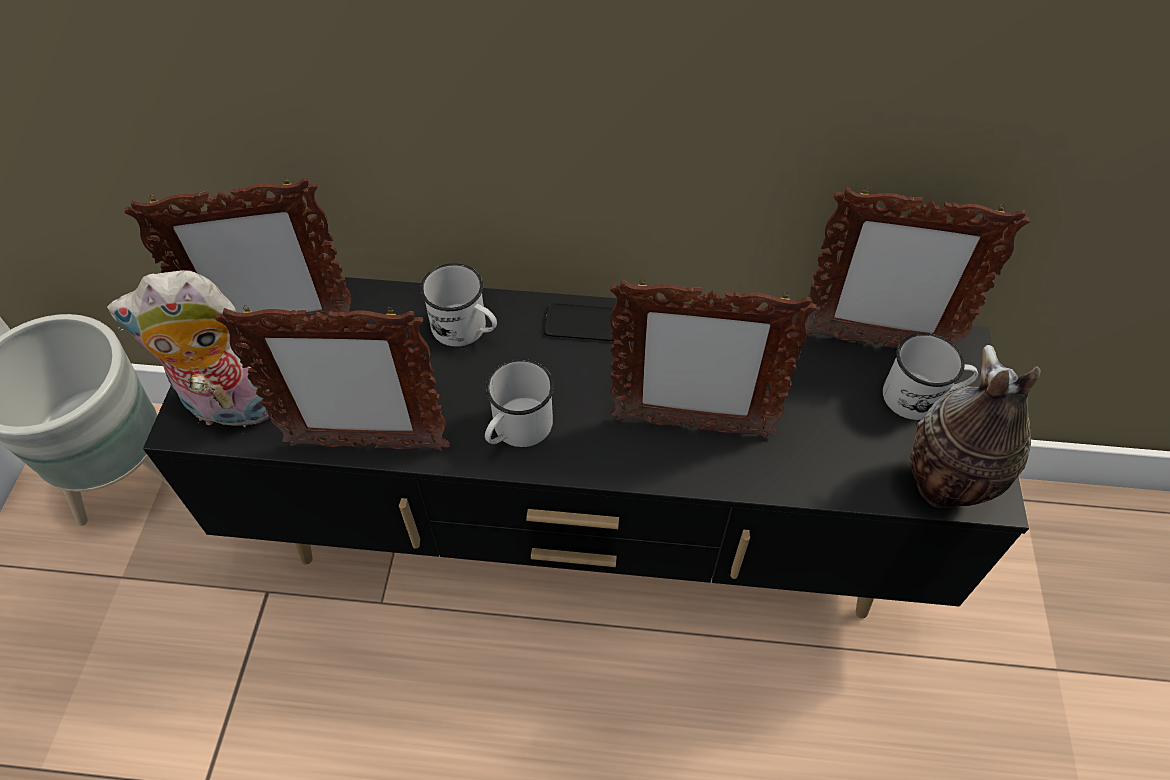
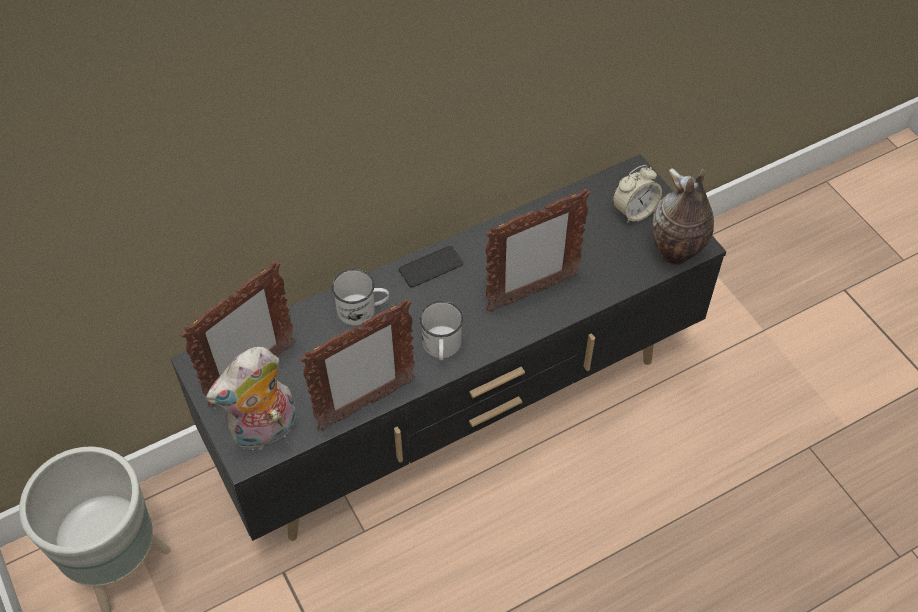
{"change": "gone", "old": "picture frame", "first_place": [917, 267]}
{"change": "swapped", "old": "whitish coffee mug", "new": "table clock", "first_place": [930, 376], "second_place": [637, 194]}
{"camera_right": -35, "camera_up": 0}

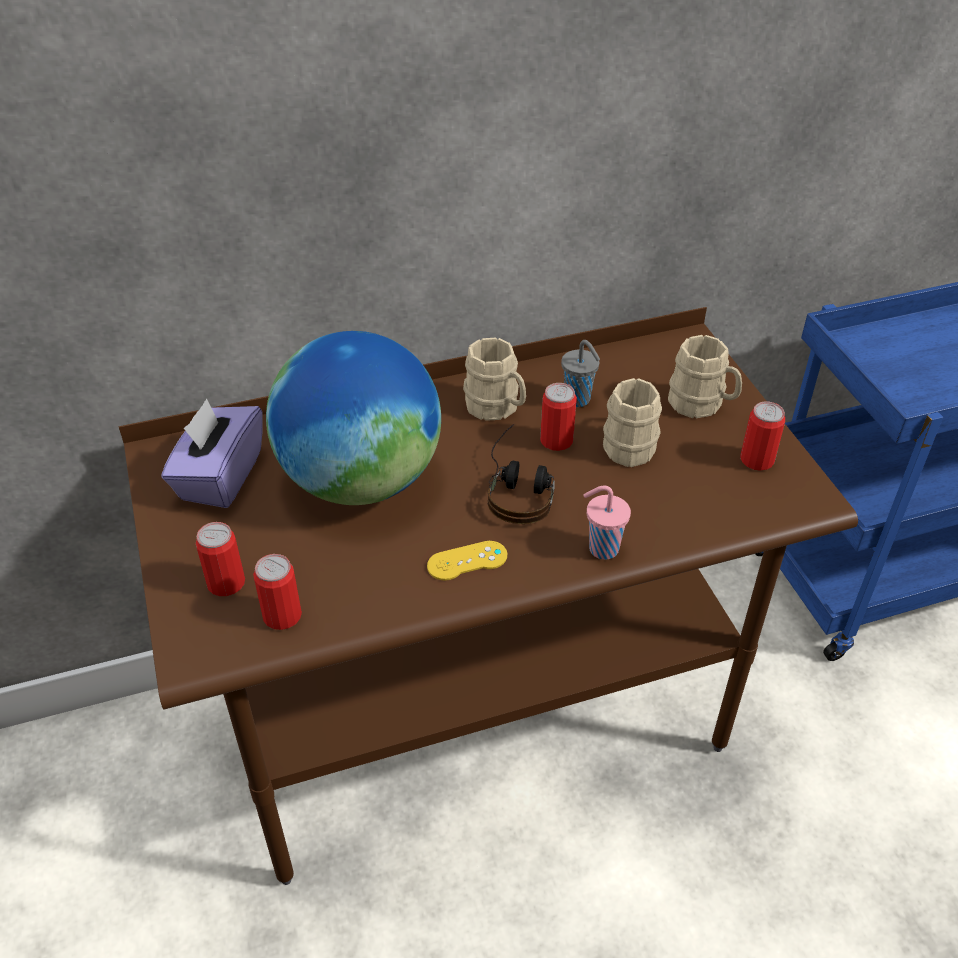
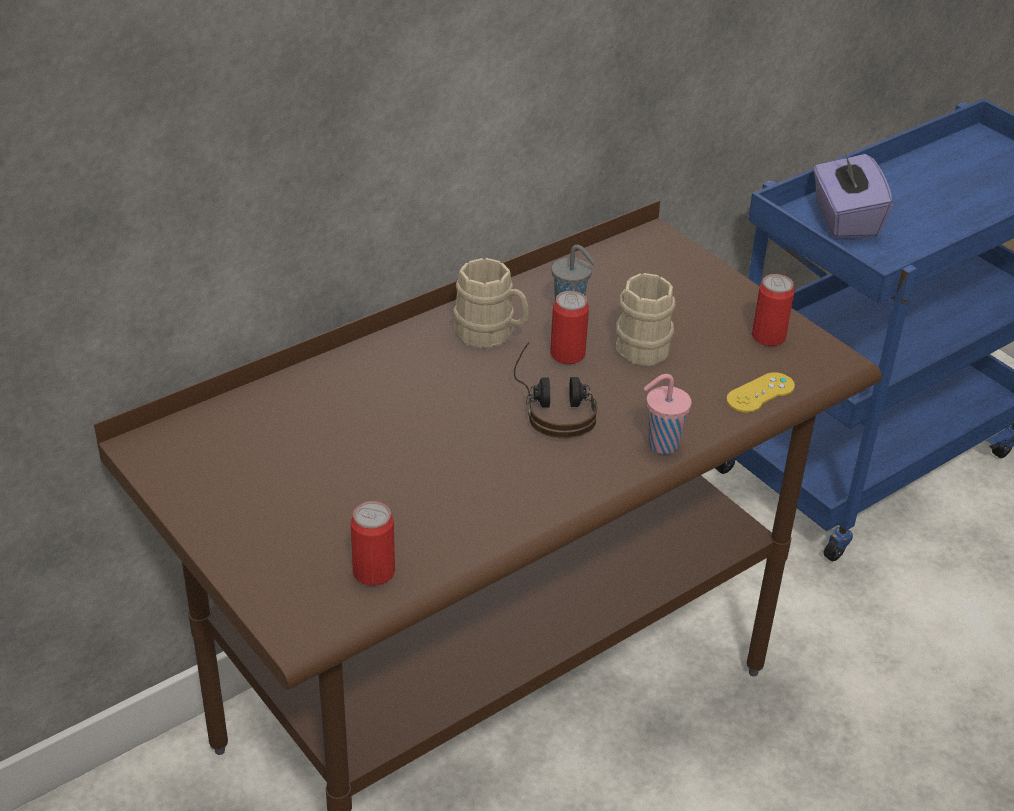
{"change": "shifted", "old": "purplish tissue box", "first_place": [211, 453], "second_place": [853, 193]}
{"change": "gone", "old": "metal can", "first_place": [220, 559]}
{"change": "gone", "old": "desk globe", "first_place": [353, 418]}
{"change": "shifted", "old": "yellowish gamepad", "first_place": [467, 560], "second_place": [760, 392]}
{"change": "gone", "old": "beige-coloured coffee mug", "first_place": [705, 376]}
{"camera_right": -20, "camera_up": -5}

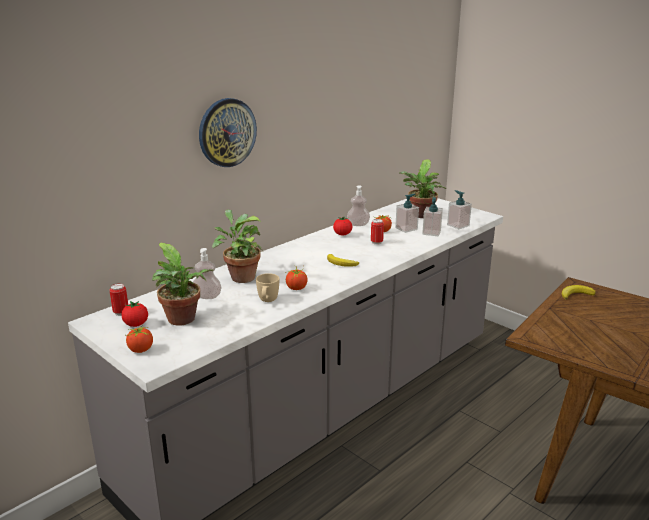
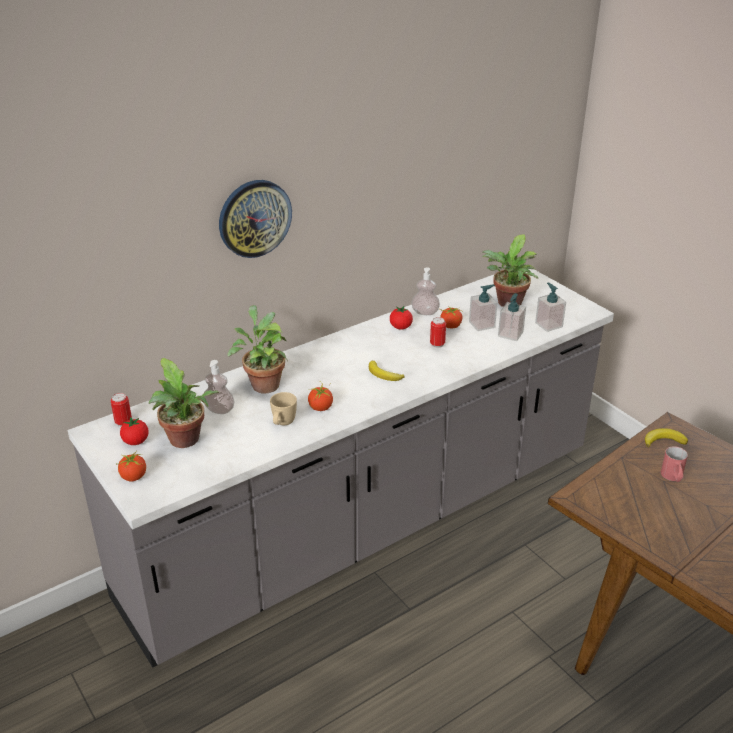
{"change": "new", "new": "reddish coffee mug", "second_place": [674, 464]}
{"camera_right": 10, "camera_up": 10}

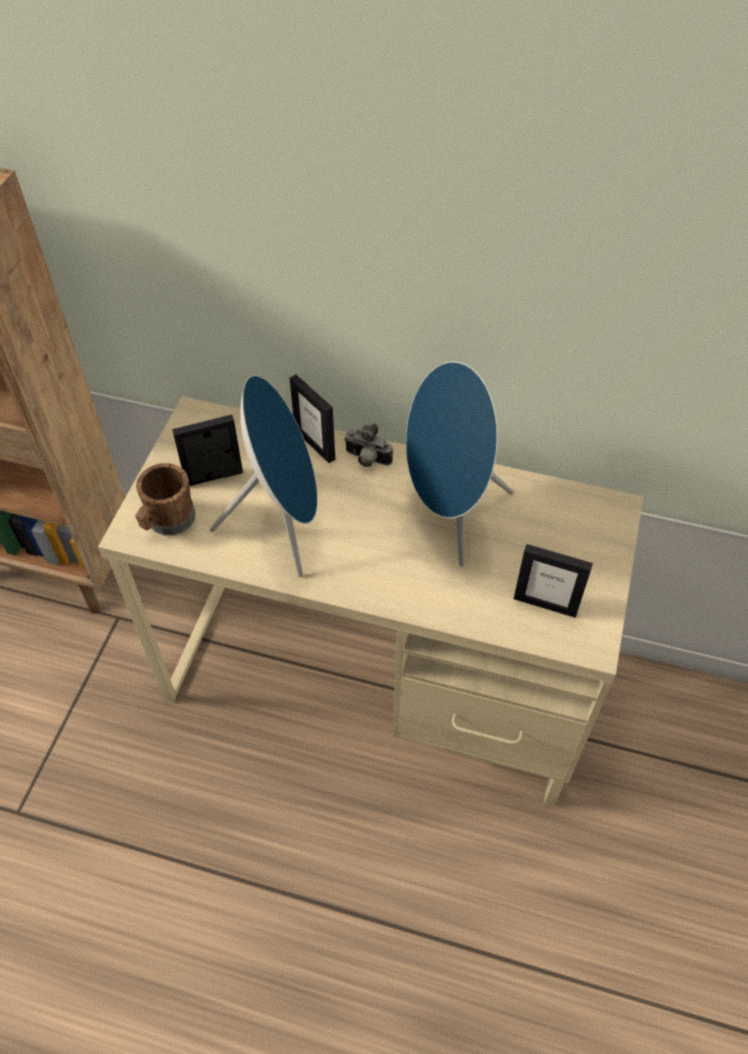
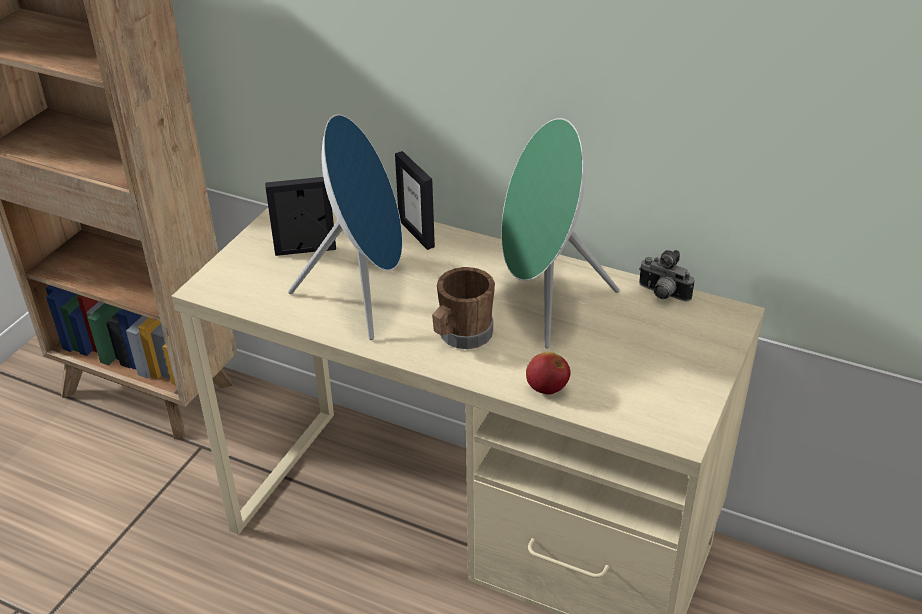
{"change": "shifted", "old": "brown-coloured coffee mug", "first_place": [165, 499], "second_place": [463, 308]}
{"change": "shifted", "old": "photo camera", "first_place": [368, 445], "second_place": [666, 276]}
{"change": "repainted", "old": "blue-coloured speaker", "new": "green speaker", "first_place": [460, 464], "second_place": [560, 233]}
{"change": "gone", "old": "picture frame", "first_place": [553, 581]}
{"change": "new", "new": "apple fruit", "second_place": [548, 373]}
{"camera_right": 10, "camera_up": -15}

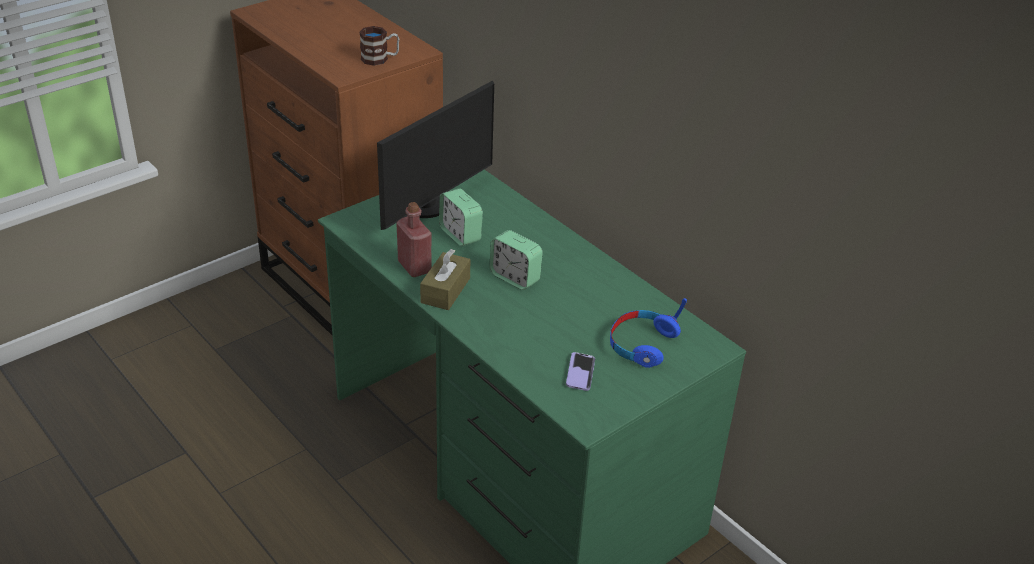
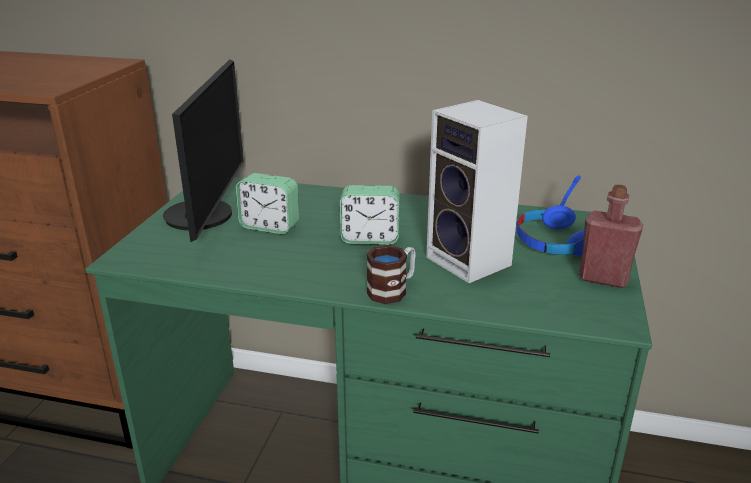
{"change": "shifted", "old": "coffee mug", "first_place": [379, 46], "second_place": [391, 274]}
{"change": "shifted", "old": "reddish beverage bottle", "first_place": [414, 239], "second_place": [611, 236]}
{"change": "gone", "old": "brown-coloured tissue box", "first_place": [445, 279]}
{"change": "gone", "old": "handset", "first_place": [580, 371]}
{"change": "new", "new": "speaker", "second_place": [477, 191]}
{"camera_right": -35, "camera_up": -10}

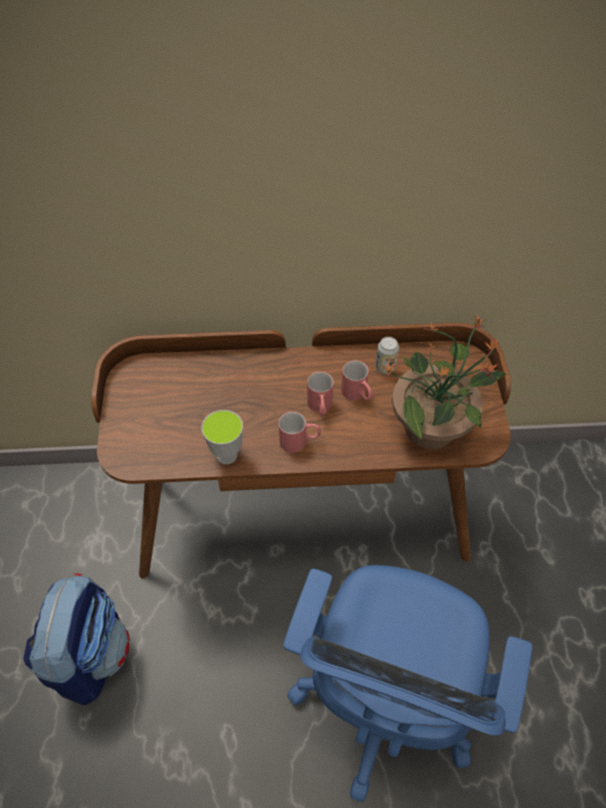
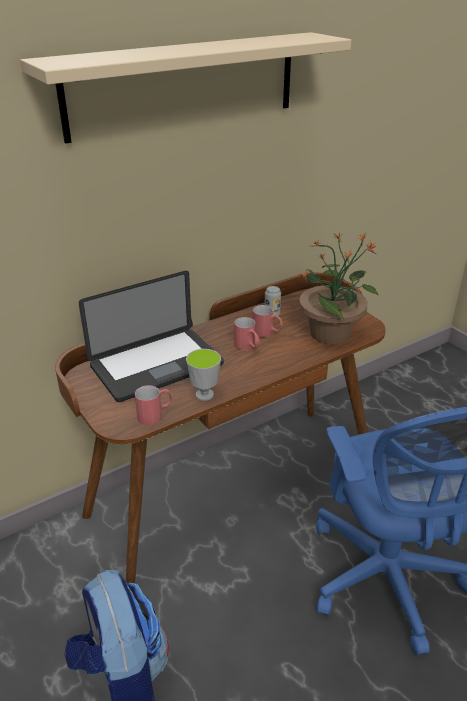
{"change": "shifted", "old": "reddish coffee mug", "first_place": [300, 432], "second_place": [154, 405]}
{"change": "new", "new": "beige-coloured wall shelf", "second_place": [185, 88]}
{"change": "new", "new": "portable computer", "second_place": [151, 336]}
{"camera_right": -30, "camera_up": -20}

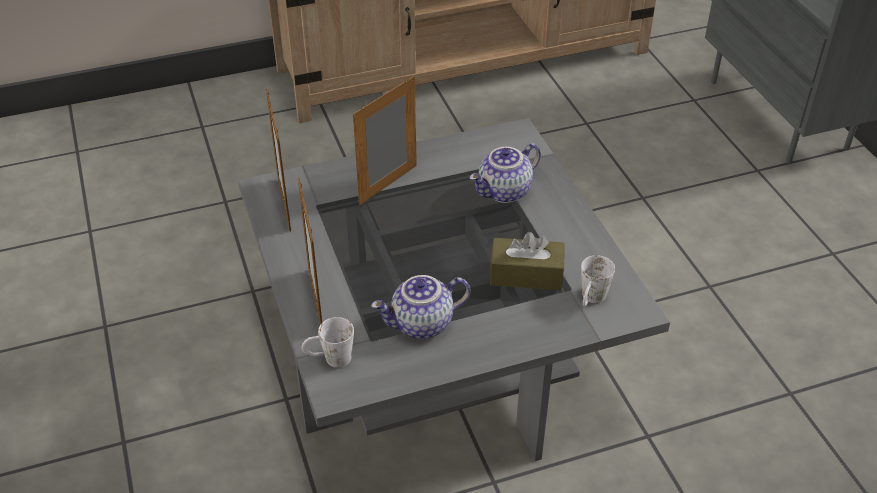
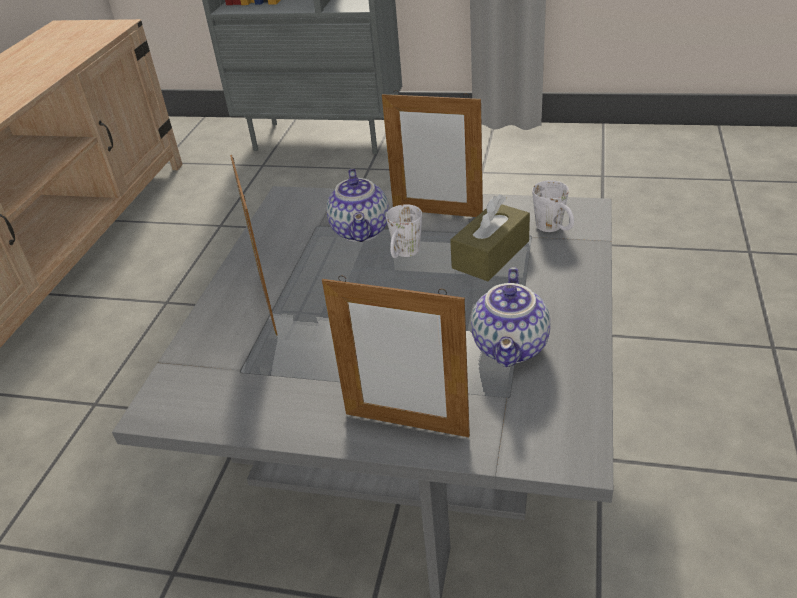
{"change": "shifted", "old": "picture frame", "first_place": [278, 160], "second_place": [432, 153]}
{"change": "shifted", "old": "whitish coffee mug", "first_place": [328, 342], "second_place": [404, 231]}
{"camera_right": -55, "camera_up": -5}

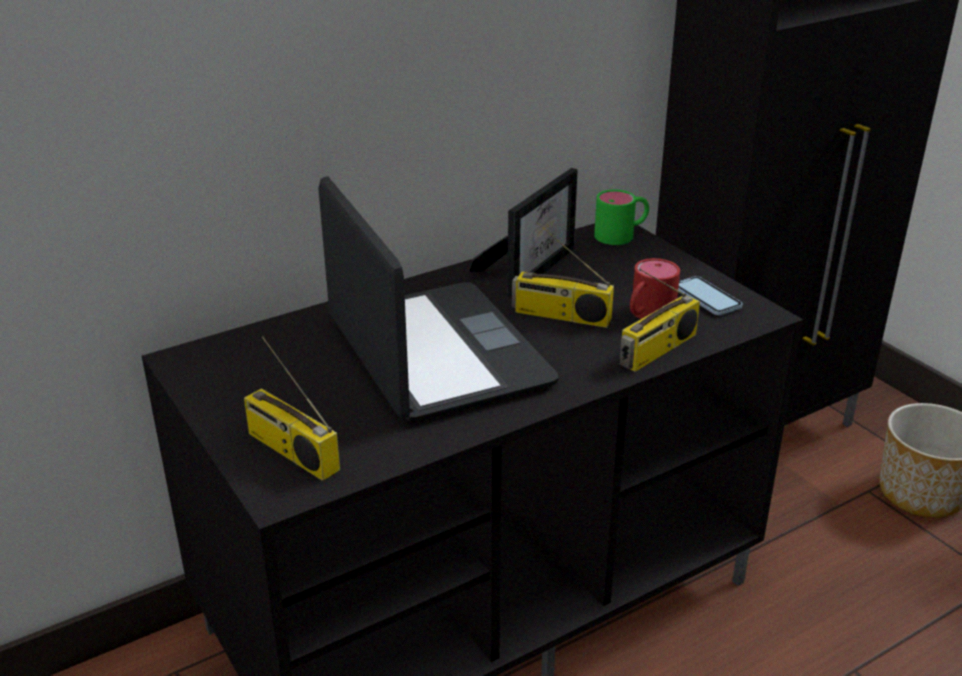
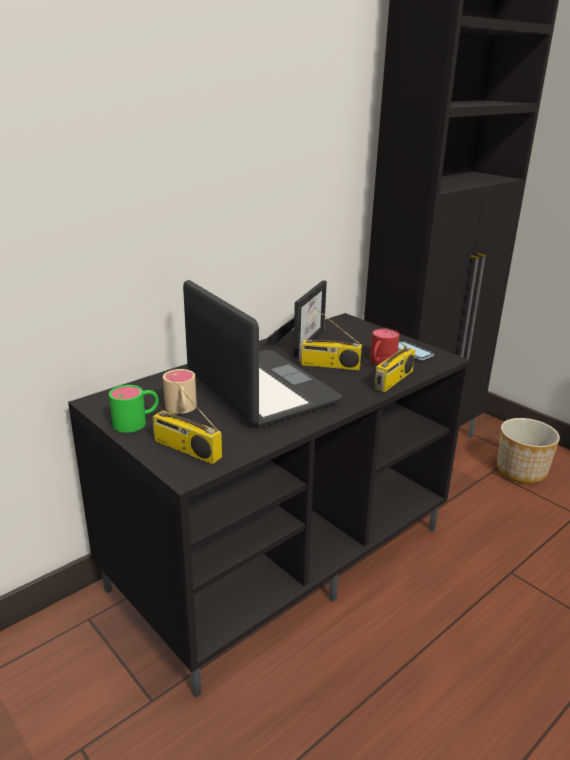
{"change": "shifted", "old": "green coffee mug", "first_place": [621, 217], "second_place": [134, 409]}
{"change": "new", "new": "beige-coloured coffee mug", "second_place": [180, 391]}
{"camera_right": -10, "camera_up": -5}

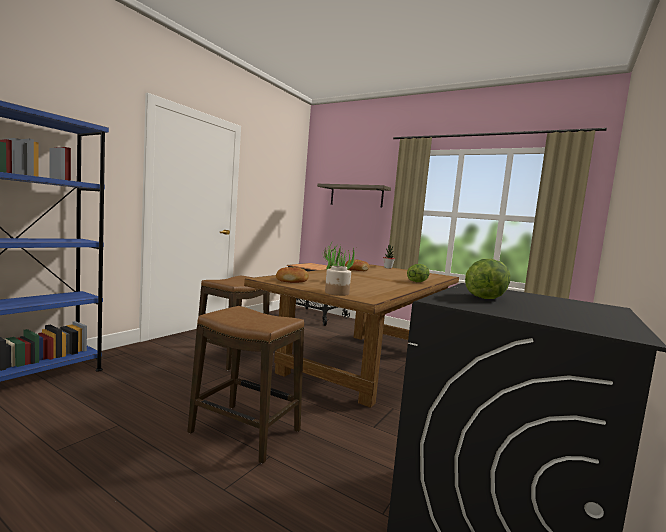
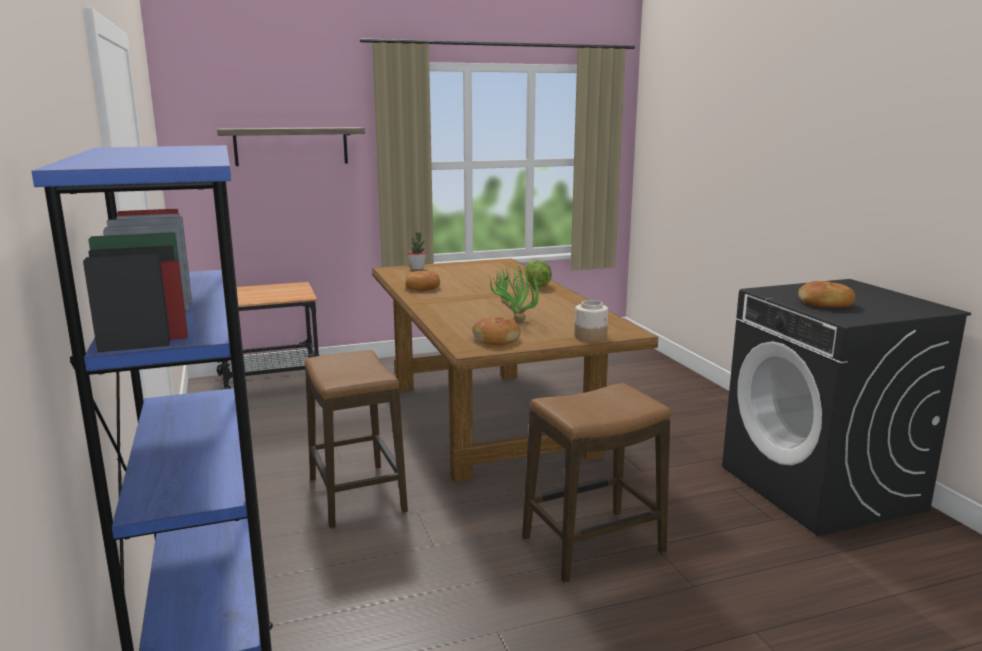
{"change": "swapped", "old": "head of lettuce", "new": "baked bread", "first_place": [488, 279], "second_place": [826, 294]}
{"camera_right": -50, "camera_up": 10}

